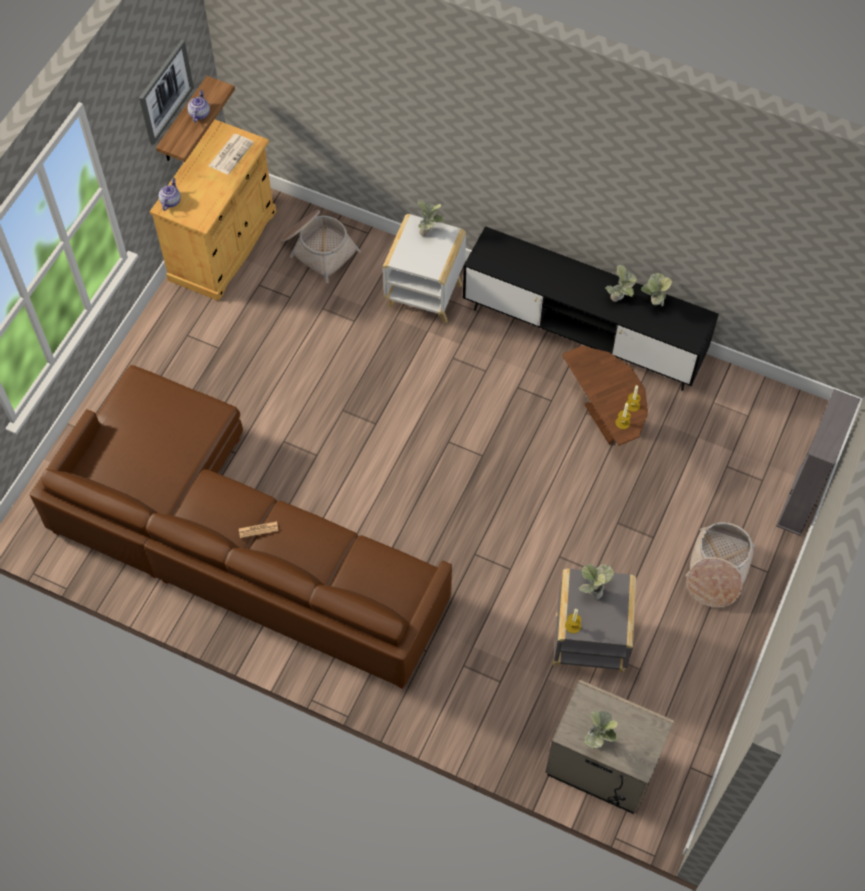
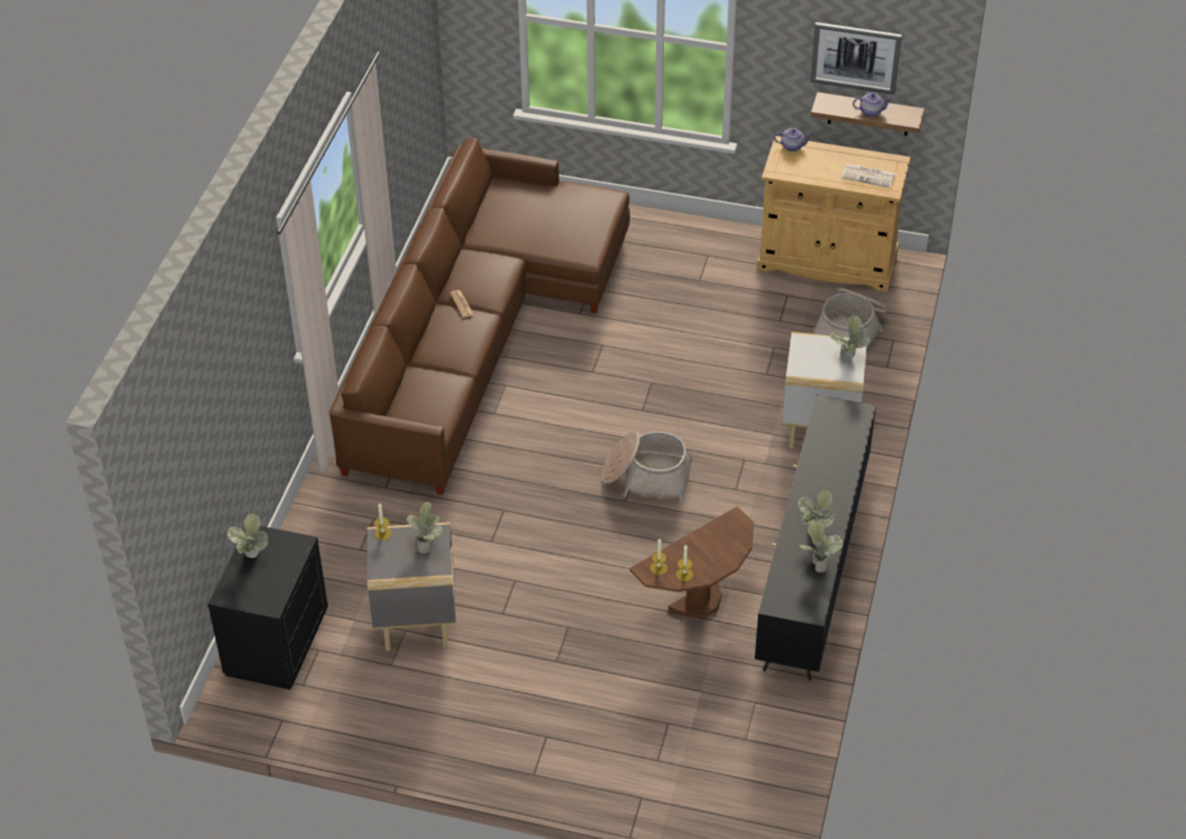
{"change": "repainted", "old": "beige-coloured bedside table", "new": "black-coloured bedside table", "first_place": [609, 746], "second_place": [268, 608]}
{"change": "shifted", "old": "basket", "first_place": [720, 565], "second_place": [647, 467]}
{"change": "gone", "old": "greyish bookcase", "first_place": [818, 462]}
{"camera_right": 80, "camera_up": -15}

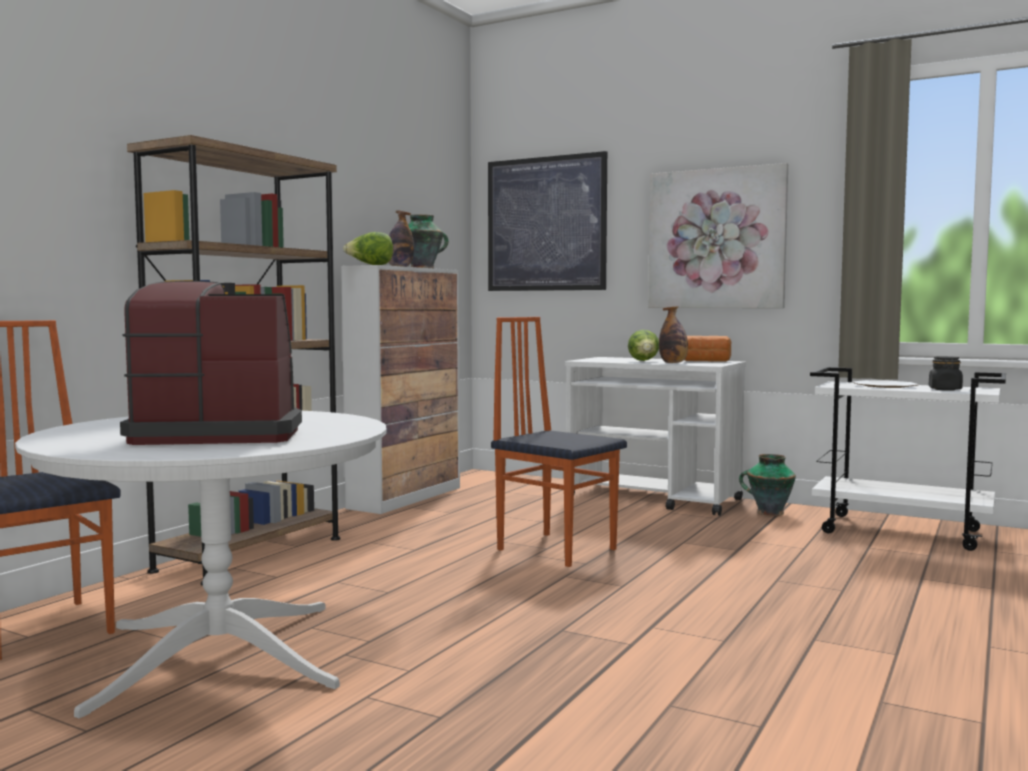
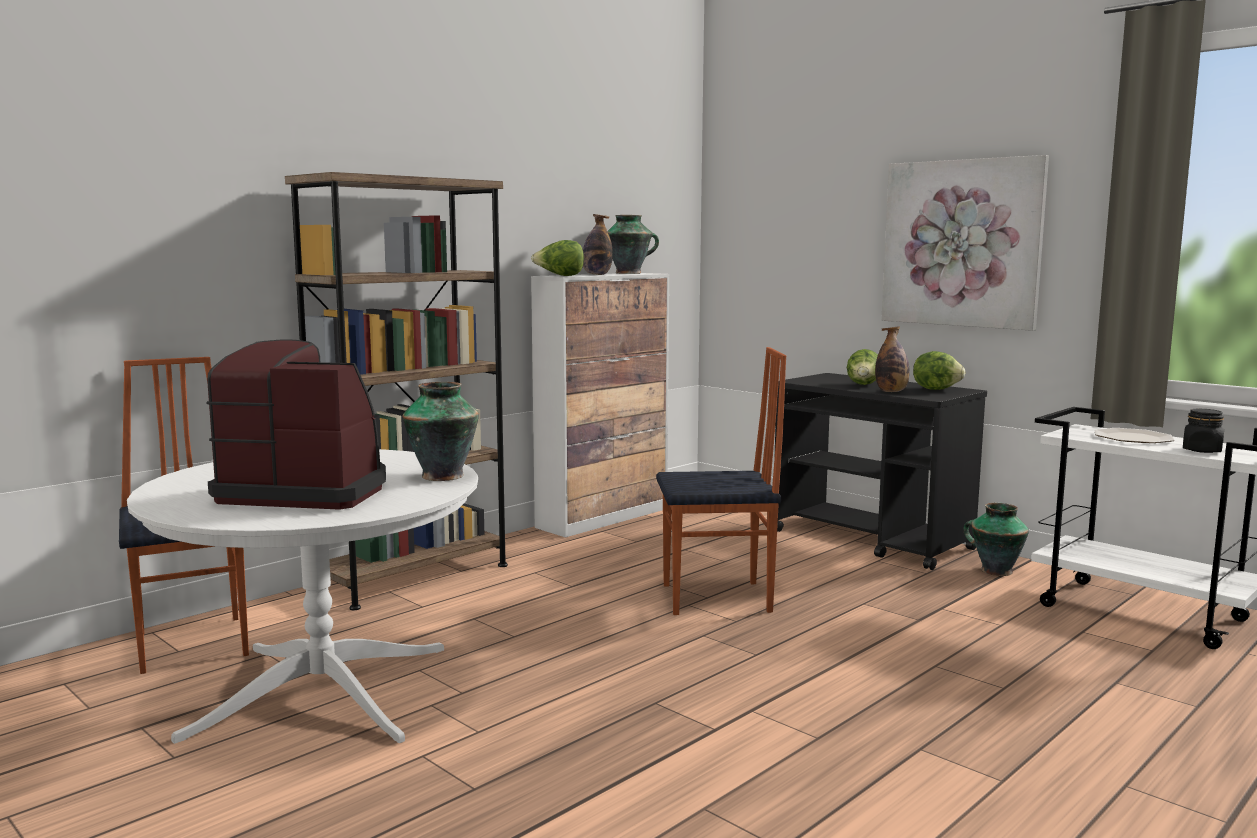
{"change": "gone", "old": "wall art", "first_place": [547, 221]}
{"change": "rotated", "old": "plain chair", "first_place": [559, 442], "second_place": [721, 481], "degrees": 120}
{"change": "repainted", "old": "whitish trolley", "new": "black-coloured trolley", "first_place": [655, 436], "second_place": [880, 471]}
{"change": "swapped", "old": "baked bread", "new": "head of lettuce", "first_place": [708, 349], "second_place": [939, 370]}
{"change": "new", "new": "vase", "second_place": [441, 431]}
{"camera_right": 15, "camera_up": 5}

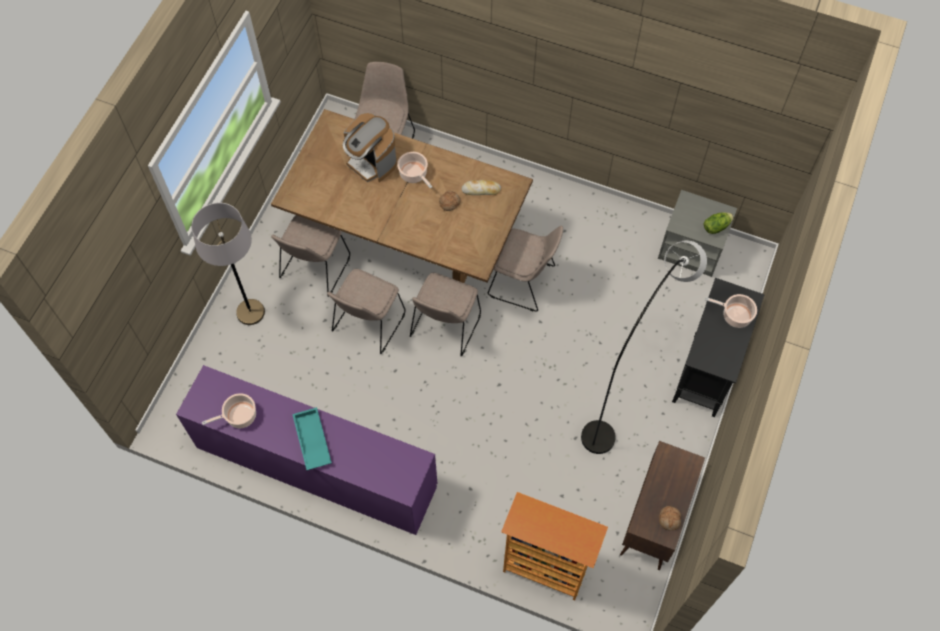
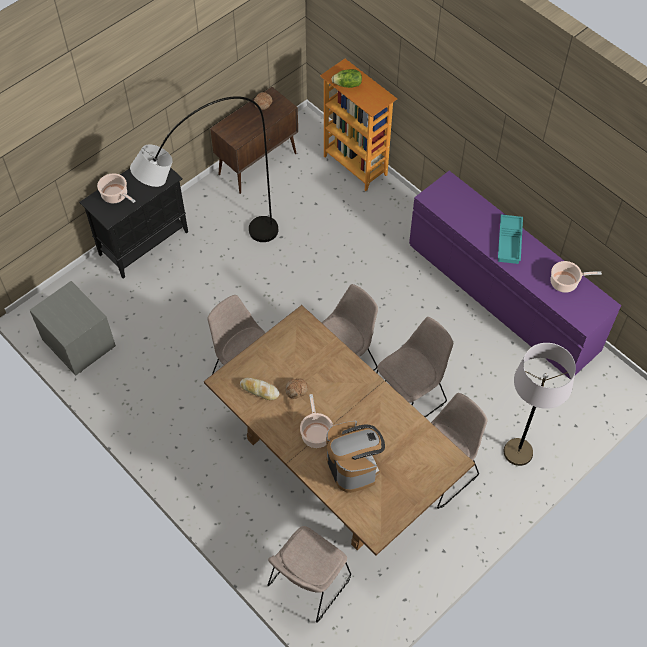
{"change": "shifted", "old": "head of lettuce", "first_place": [719, 223], "second_place": [346, 78]}
{"camera_right": -155, "camera_up": -5}

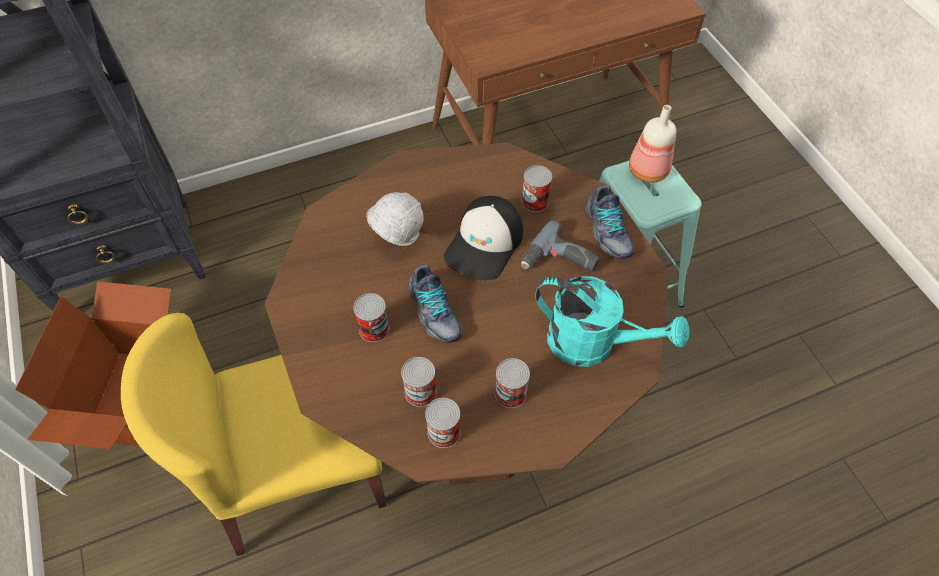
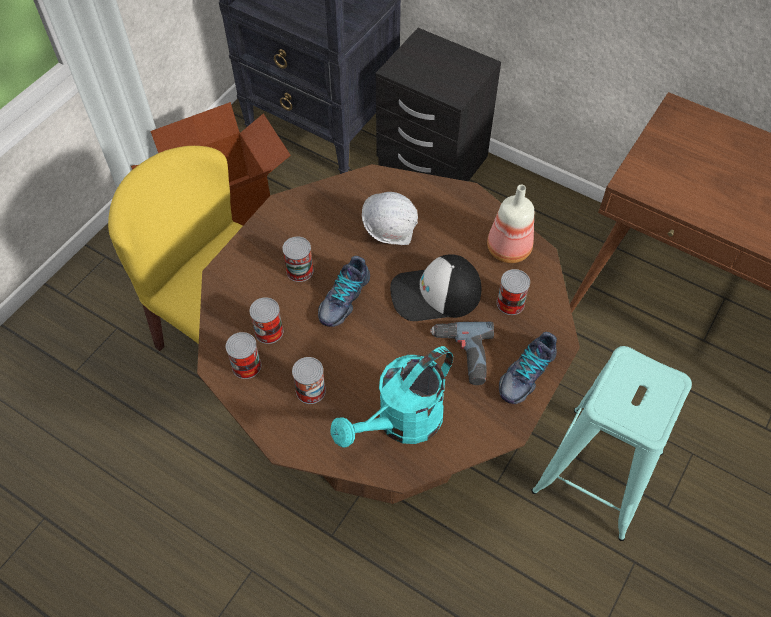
{"change": "rotated", "old": "turquoise-coloured sprinkling can", "first_place": [612, 321], "second_place": [391, 397], "degrees": 60}
{"change": "shifted", "old": "beverage bottle", "first_place": [652, 144], "second_place": [510, 224]}
{"change": "new", "new": "black-coloured bedside table", "second_place": [438, 104]}
{"camera_right": 55, "camera_up": 0}

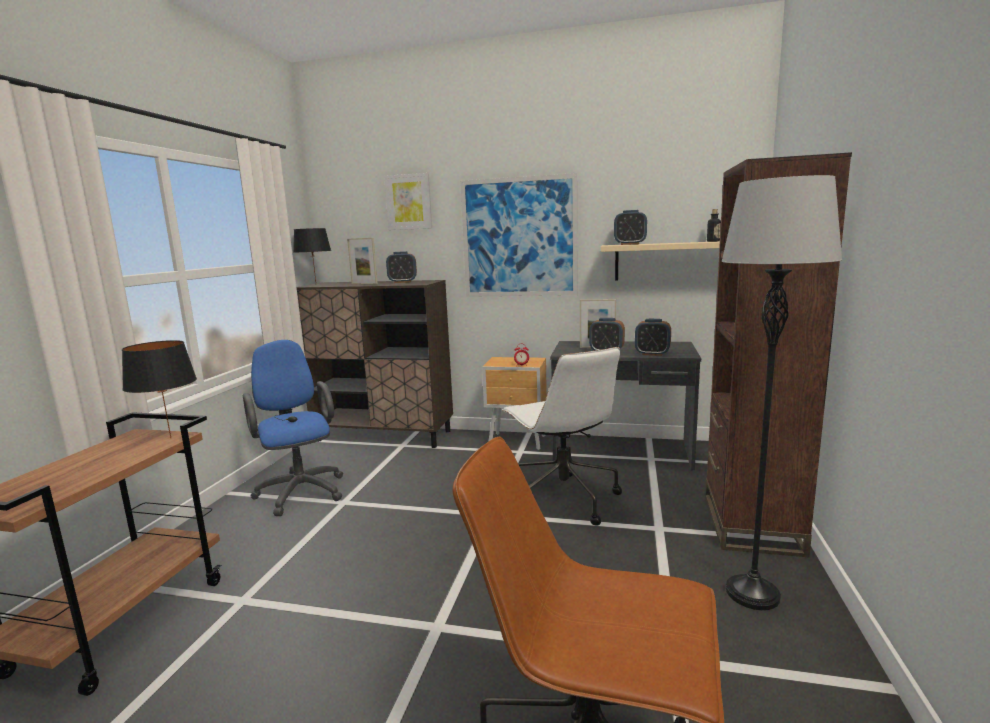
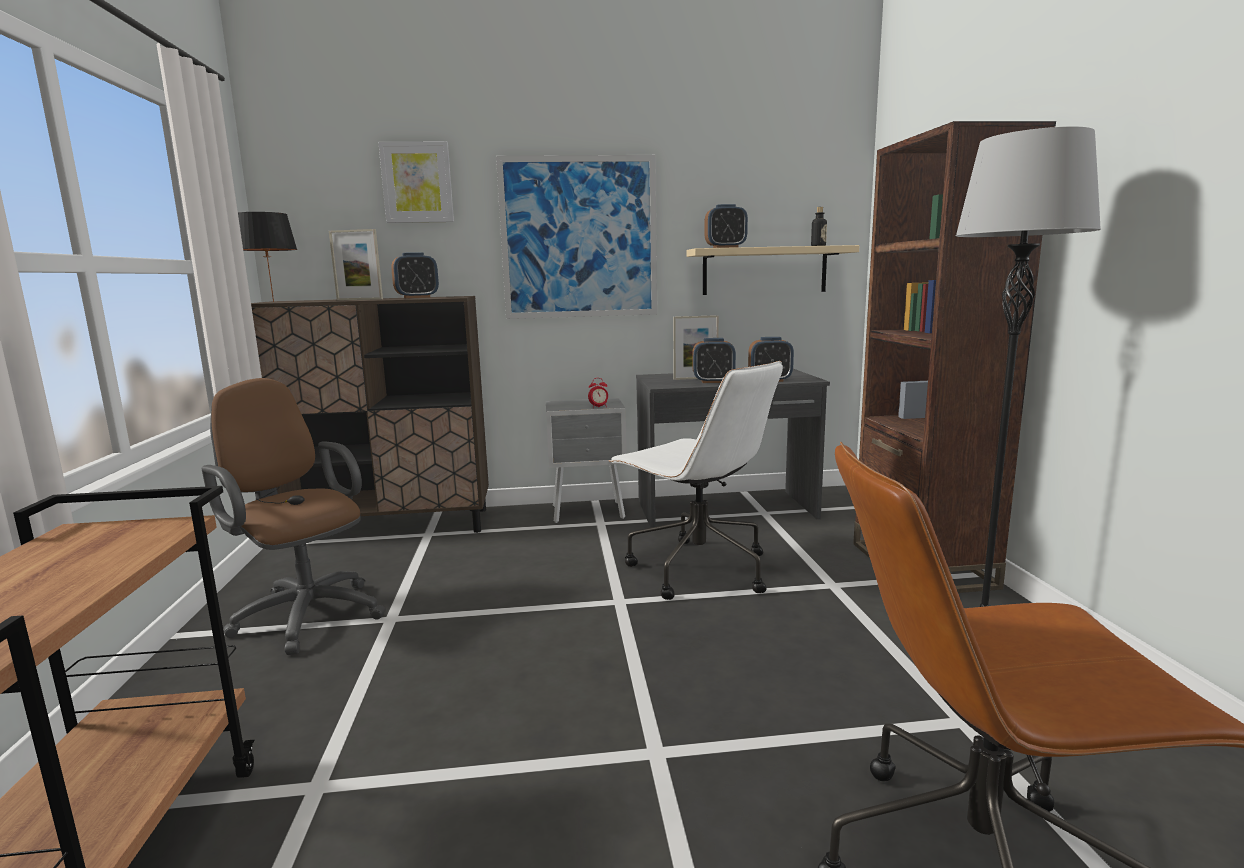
{"change": "gone", "old": "black-coloured lamp for a table", "first_place": [159, 389]}
{"change": "repainted", "old": "blue-coloured office chair", "new": "brown-coloured office chair", "first_place": [293, 428], "second_place": [294, 516]}
{"change": "repainted", "old": "brown-coloured bedside table", "new": "greyish bedside table", "first_place": [514, 403], "second_place": [586, 460]}
{"camera_right": -20, "camera_up": 0}

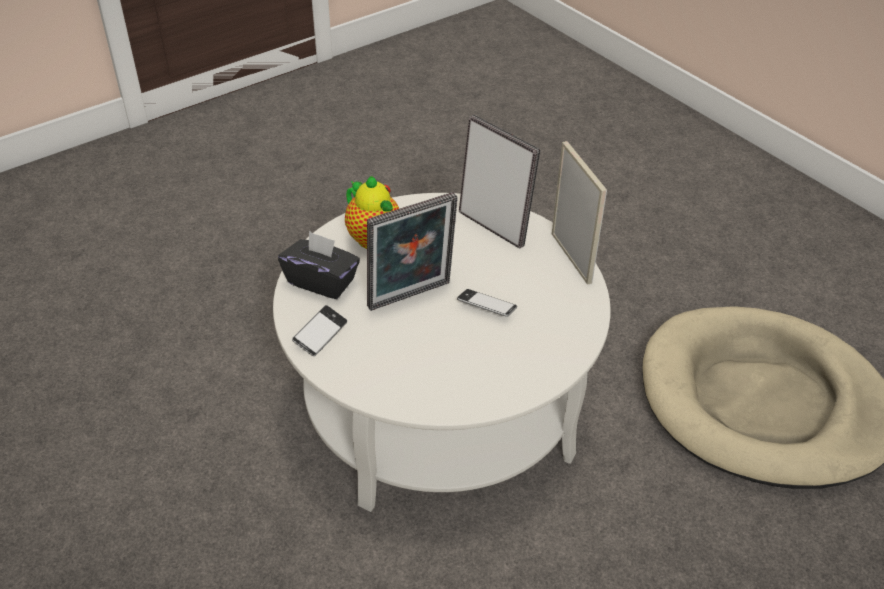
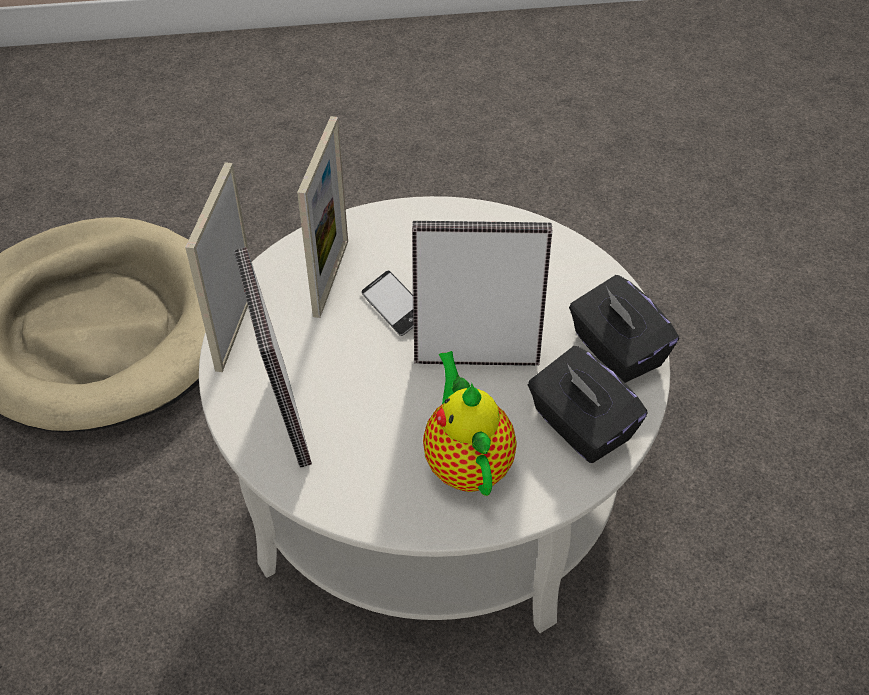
{"change": "swapped", "old": "handset", "new": "black-coloured tissue box", "first_place": [319, 330], "second_place": [624, 329]}
{"change": "new", "new": "picture frame", "second_place": [322, 217]}
{"camera_right": -150, "camera_up": 5}

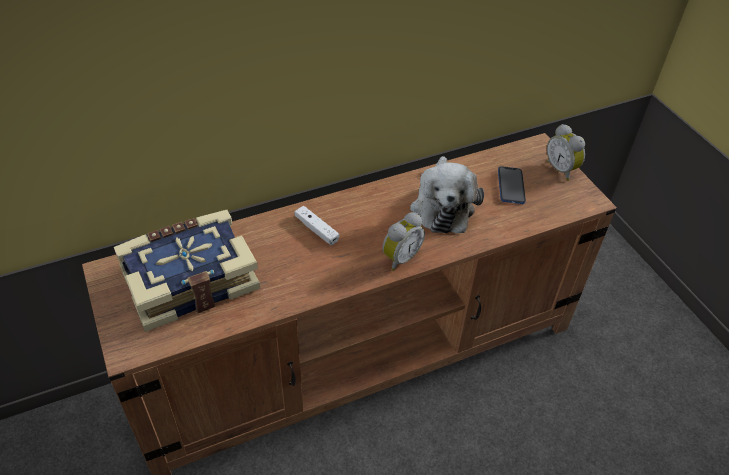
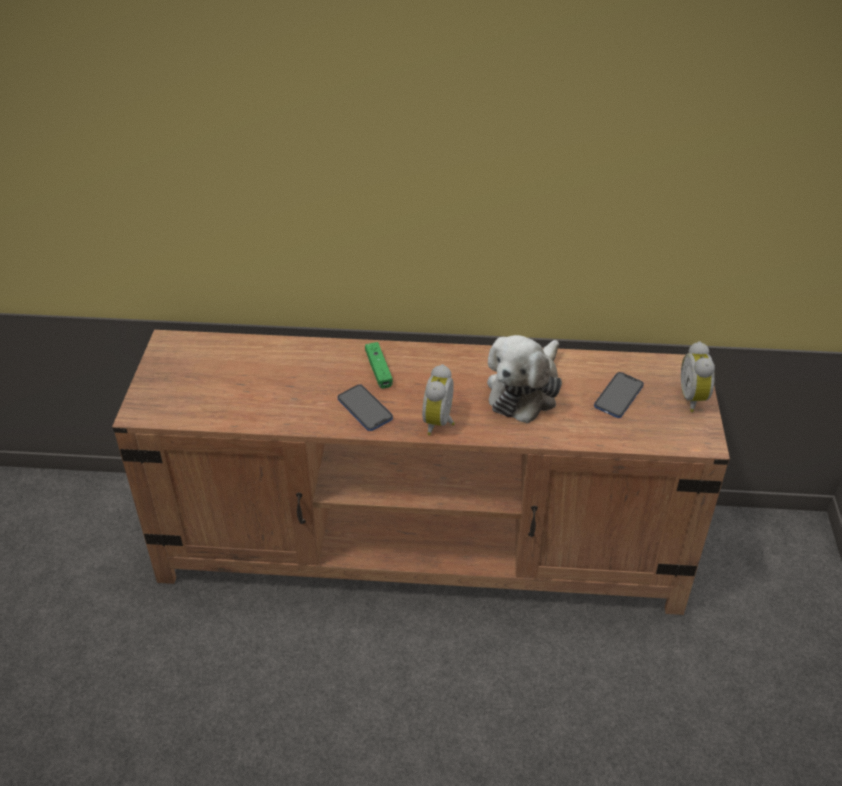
{"change": "gone", "old": "book", "first_place": [187, 271]}
{"change": "repainted", "old": "whitish gamepad", "new": "green gamepad", "first_place": [317, 225], "second_place": [379, 365]}
{"change": "rotated", "old": "table clock", "first_place": [403, 241], "second_place": [438, 399], "degrees": 120}
{"change": "new", "new": "handset", "second_place": [365, 407]}
{"camera_right": 30, "camera_up": -5}

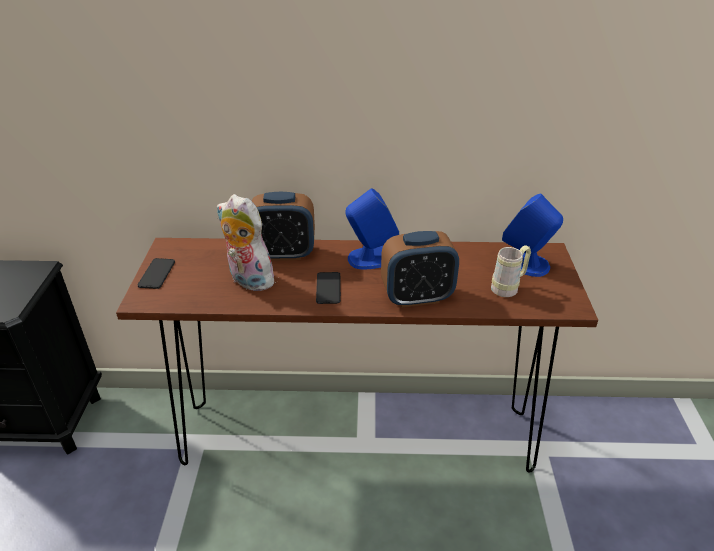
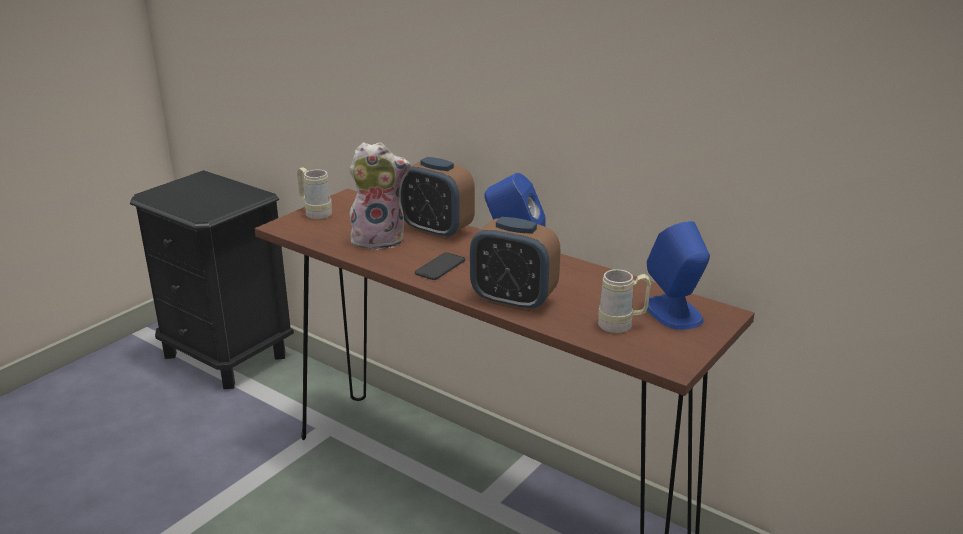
{"change": "swapped", "old": "handset", "new": "beige-coloured coffee mug", "first_place": [156, 273], "second_place": [314, 193]}
{"change": "rotated", "old": "soft toy", "first_place": [246, 242], "second_place": [380, 196], "degrees": 105}
{"camera_right": 35, "camera_up": -10}

